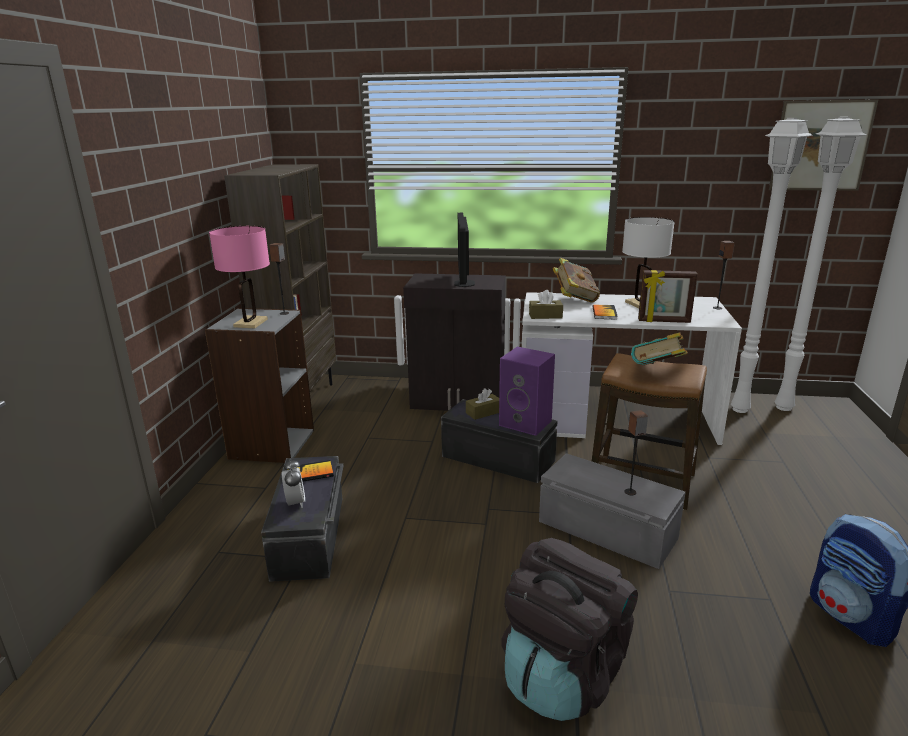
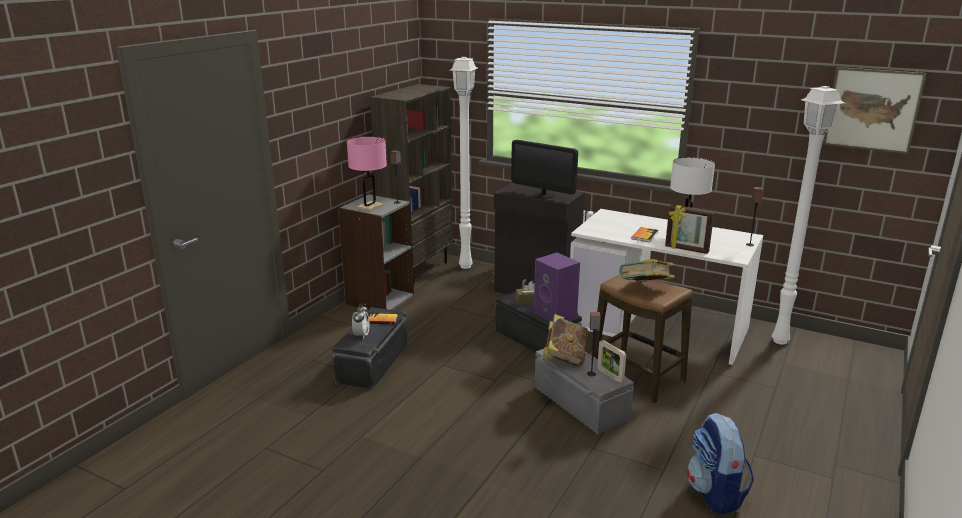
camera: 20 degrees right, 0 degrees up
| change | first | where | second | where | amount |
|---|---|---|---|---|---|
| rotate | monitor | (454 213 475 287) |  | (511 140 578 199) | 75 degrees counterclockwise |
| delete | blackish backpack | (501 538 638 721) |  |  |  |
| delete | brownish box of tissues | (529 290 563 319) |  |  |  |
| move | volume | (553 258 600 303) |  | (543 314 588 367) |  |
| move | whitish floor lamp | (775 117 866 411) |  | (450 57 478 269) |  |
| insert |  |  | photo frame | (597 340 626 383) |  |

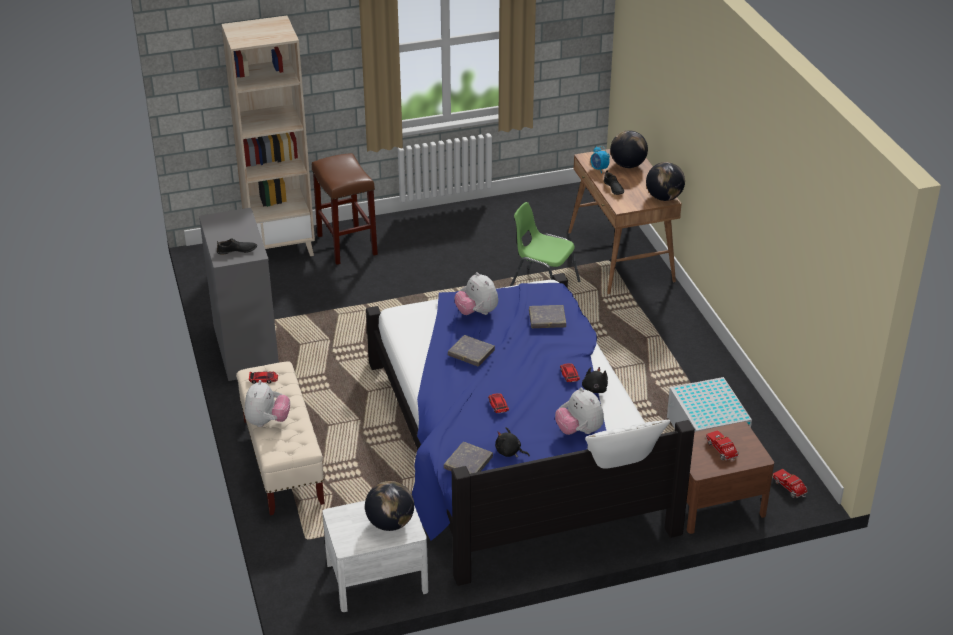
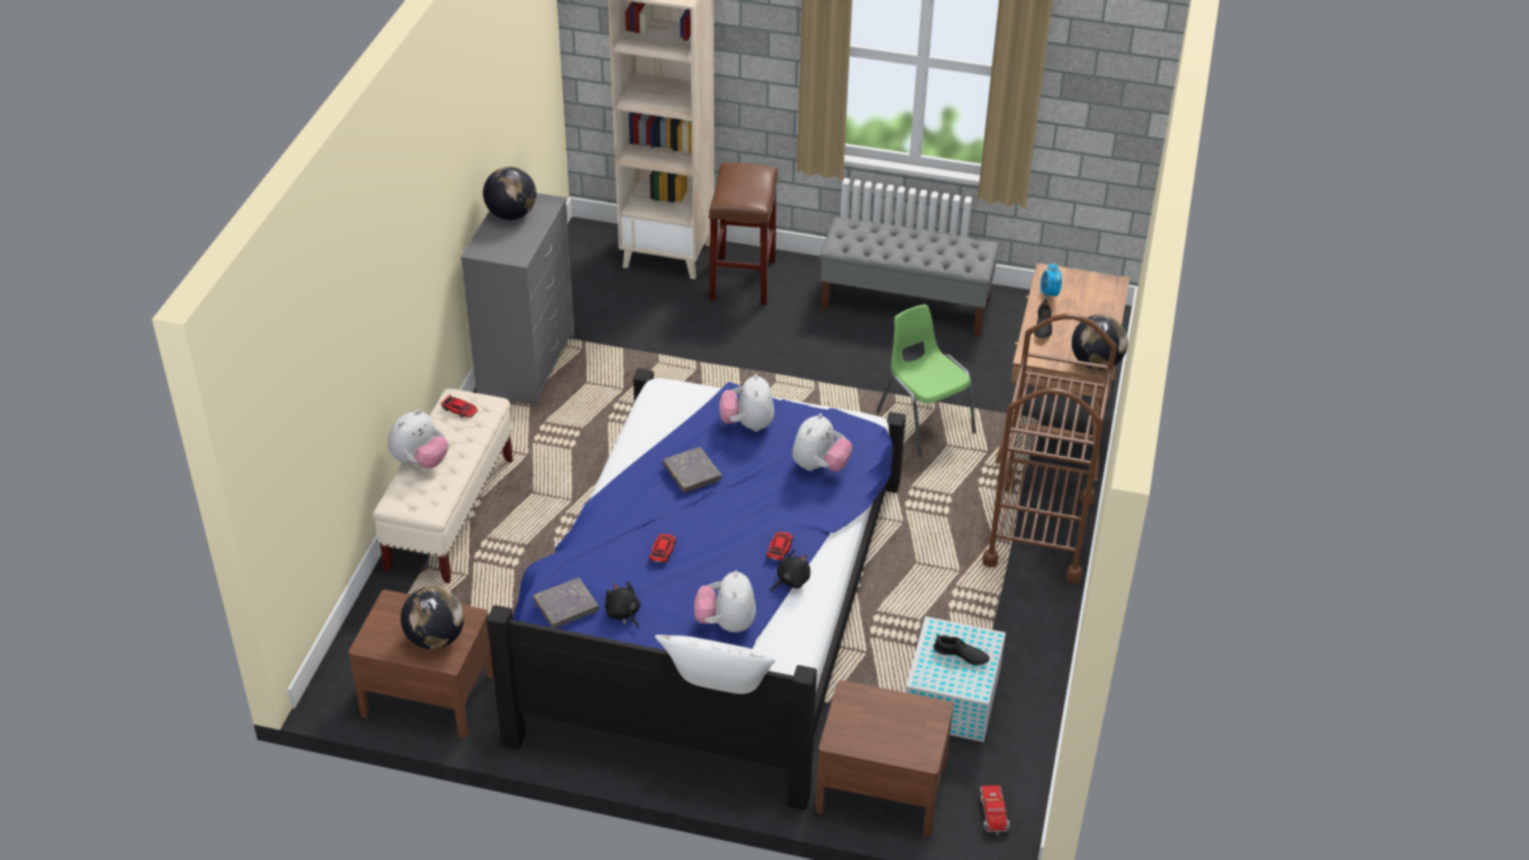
camera: 30 degrees right, 5 degrees up
| change | first | where | second | where | amount |
|---|---|---|---|---|---|
| move | blackish low shoe | (217 238 257 254) |  | (934 634 990 665) |  |
| recolor | whitish bedside table | (322 501 428 612) | brownish bedside table | (349 590 494 739) |  |
| replace | greyish volume | (529 305 566 328) | soft toy | (792 413 852 472) |  |
| move | world globe | (610 130 648 168) |  | (483 167 536 220) |  |
| delete | toy lorry | (706 430 739 461) |  |  |  |
| insert |  |  | greyish long seat | (820 218 999 336) |  |
| insert |  |  | brownish cart | (982 313 1117 583) |  |

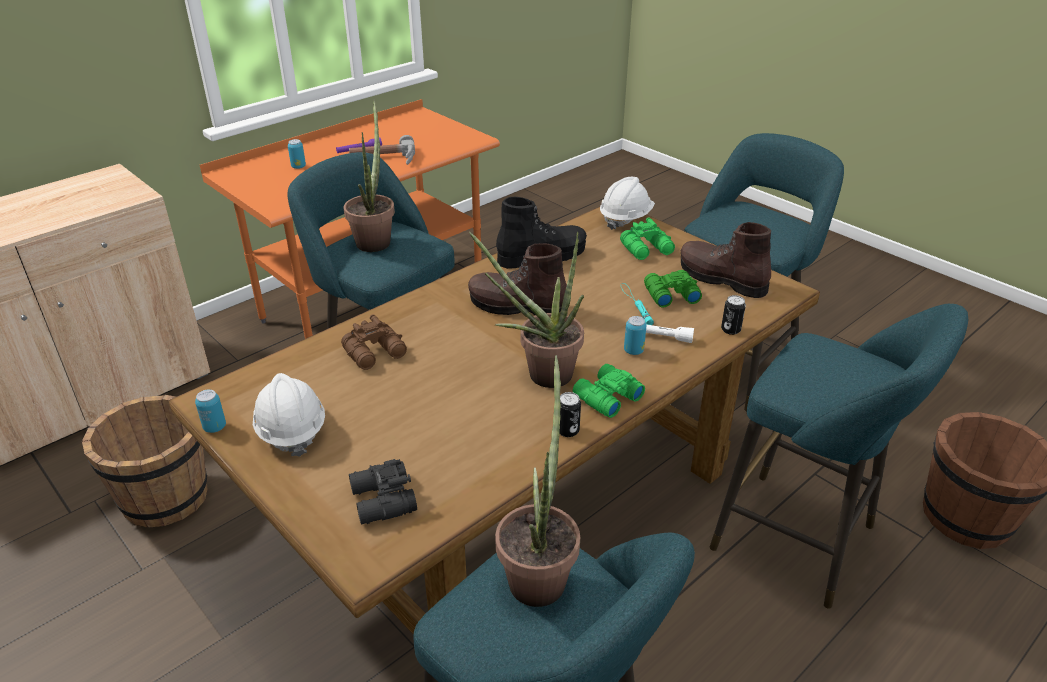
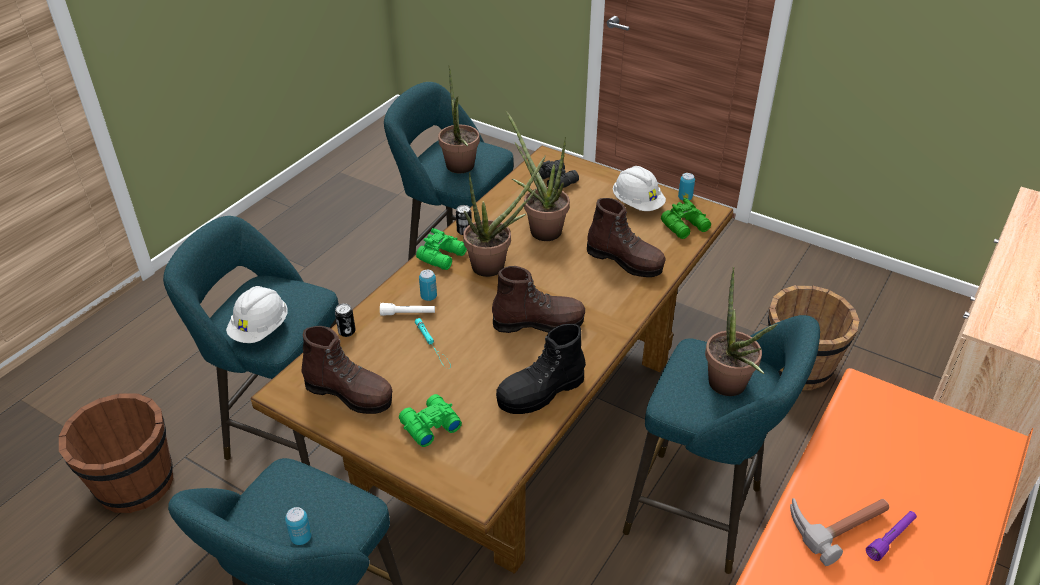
camera: 165 degrees right, 5 degrees up
| change | first | where | second | where | amount |
|---|---|---|---|---|---|
| move | metal can | (288 139 306 169) |  | (285 507 312 545) |  |
| replace | brownish binoculars | (341 314 407 370) | brownish boot | (587 198 666 277) |  |
| move | whitish safety helmet | (600 177 655 230) |  | (226 286 288 343) |  |
| move | greenish binoculars | (644 270 702 308) |  | (661 198 711 239) |  |
| insert |  |  | potted plant | (506 110 570 241) |  |

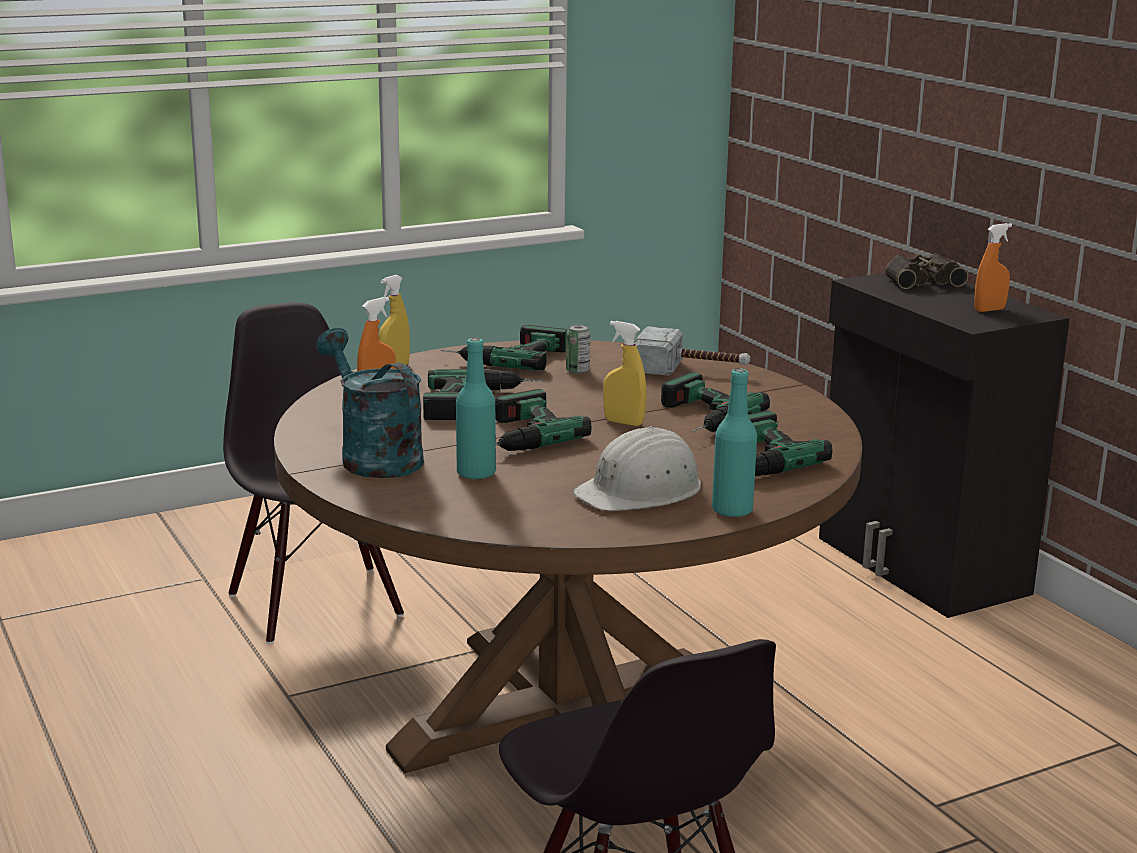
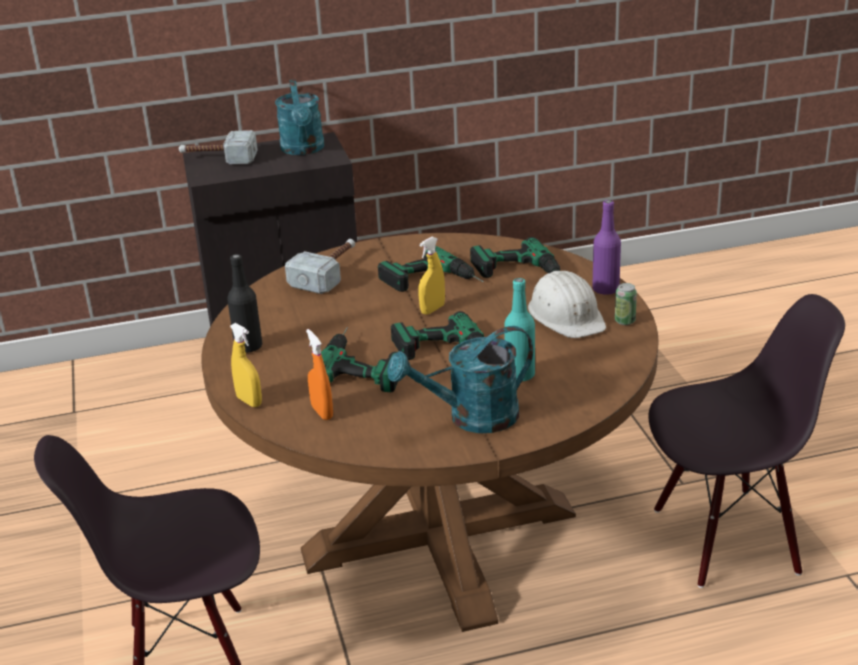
camera: 75 degrees left, 10 degrees up
| change | first | where | second | where | amount |
|---|---|---|---|---|---|
| replace | drill | (441 325 567 370) | blackish beverage bottle | (227 254 262 353) |  |
| move | metal can | (566 325 591 374) |  | (615 283 637 325) |  |
| recolor | turquoise beverage bottle | (712 368 757 517) | purple-coloured beverage bottle | (592 200 621 295) |  |
| replace | binoculars | (885 254 968 289) | tool hammer | (179 130 258 164) |  |
| replace | orangey spray bottle | (974 223 1012 312) | turquoise watering can | (275 79 325 155) |  |

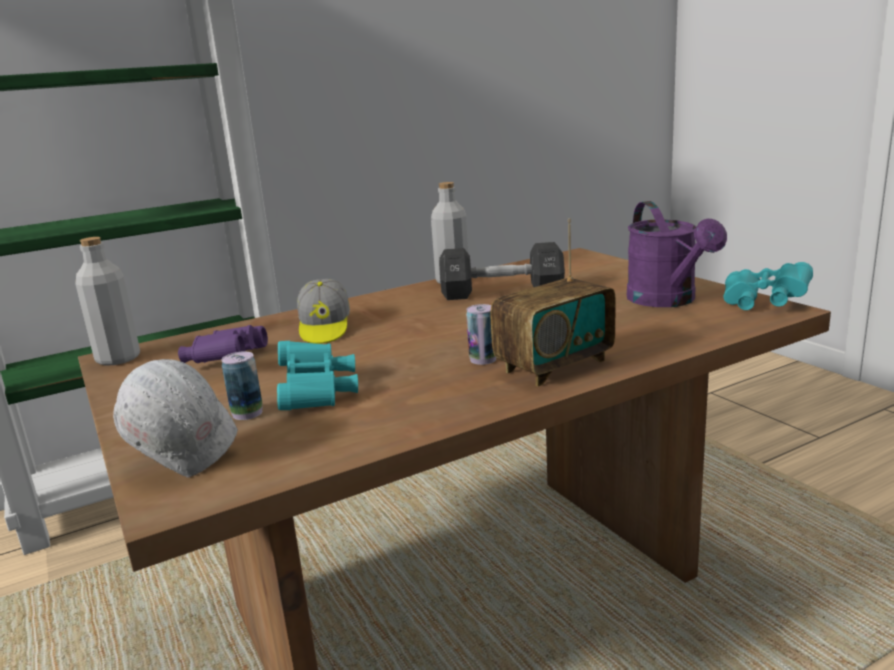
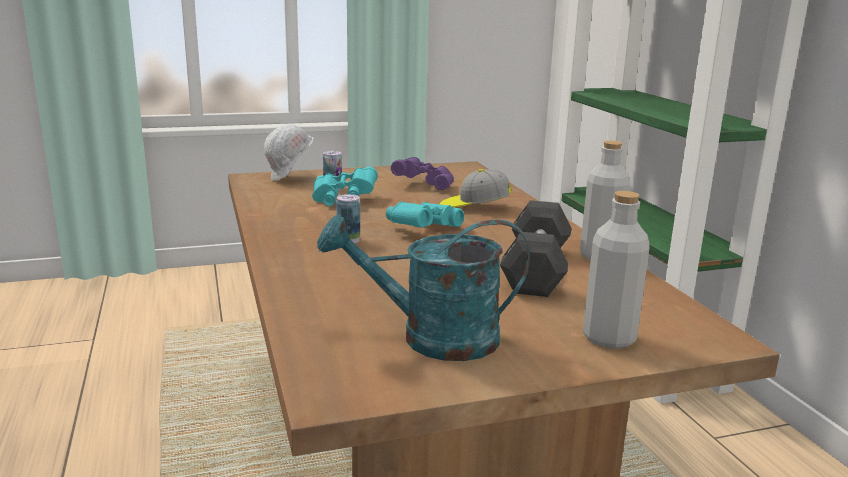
camera: 100 degrees right, 0 degrees up
| change | first | where | second | where | amount |
|---|---|---|---|---|---|
| move | greyish beverage bottle | (75 237 140 366) |  | (583 191 649 349) |  |
| delete | radio set | (490 218 616 386) |  |  |  |
| recolor | purple-coloured watering can | (627 201 727 307) | turquoise watering can | (317 215 530 361) |  |
| move | turquoise binoculars | (723 262 813 310) |  | (386 201 464 228) |  |

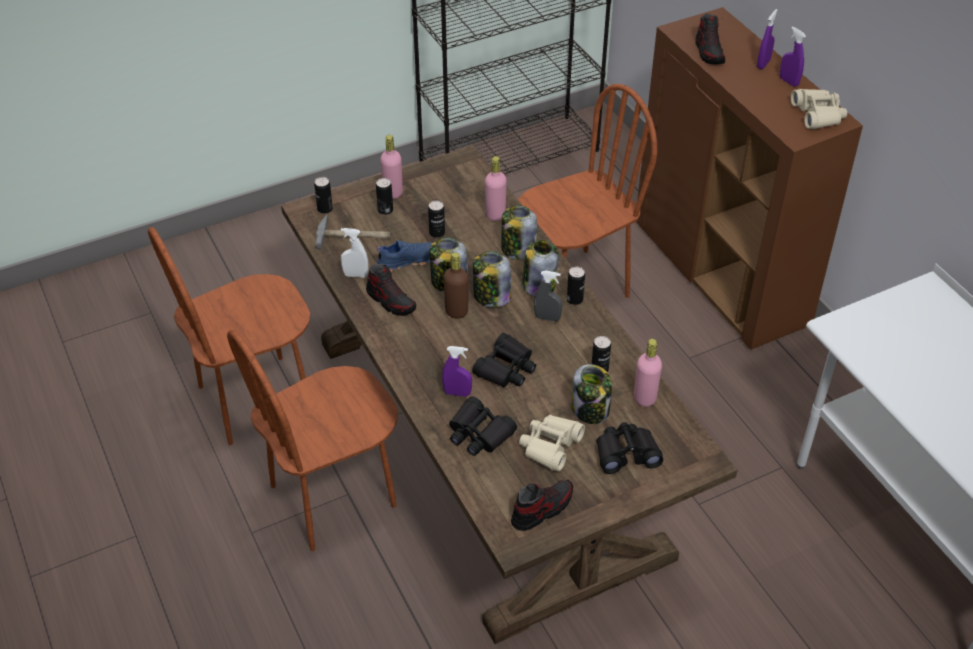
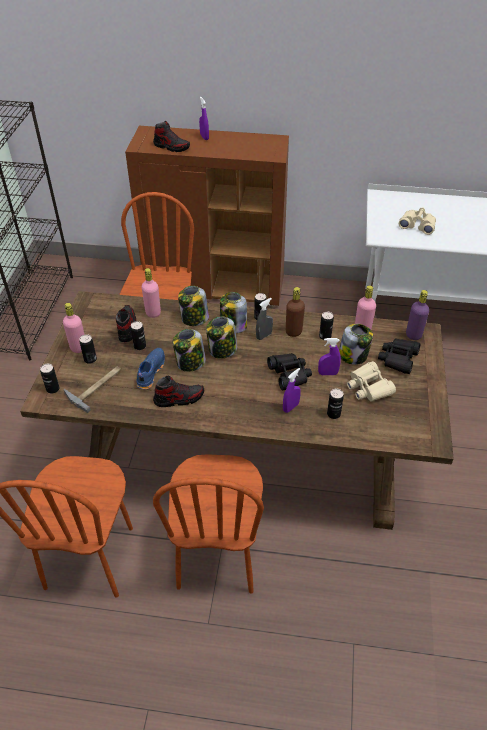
camera: 55 degrees left, 0 degrees up
| change | first | where | second | where | amount |
|---|---|---|---|---|---|
| delete | whitish spray bottle | (341 228 369 278) |  |  |  |
| move | brownish beverage bottle | (443 252 469 319) |  | (286 287 305 337) |  |
| replace | blackish binoculars | (449 396 517 456) | metal can | (327 389 344 419) |  |
| move | low shoe | (511 480 573 531) |  | (116 305 136 342) |  |
| move | purple-coloured spray bottle | (780 26 806 87) |  | (318 338 341 375) |  |
| move | sand-coloured binoculars | (791 89 847 129) |  | (399 207 436 235) |  |
| insert |  |  | purple-coloured beverage bottle | (406 290 429 340) |  |

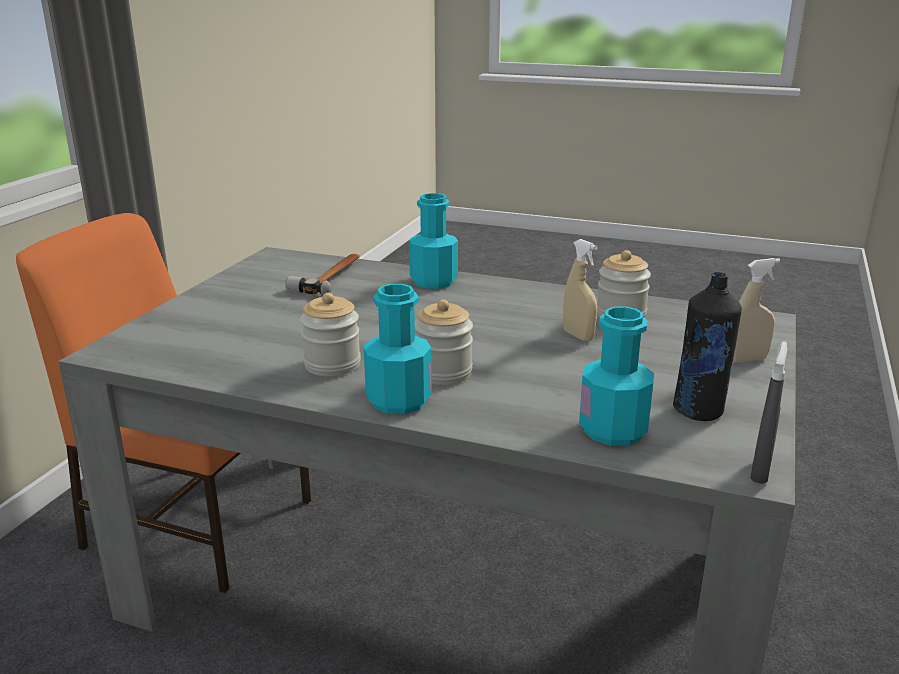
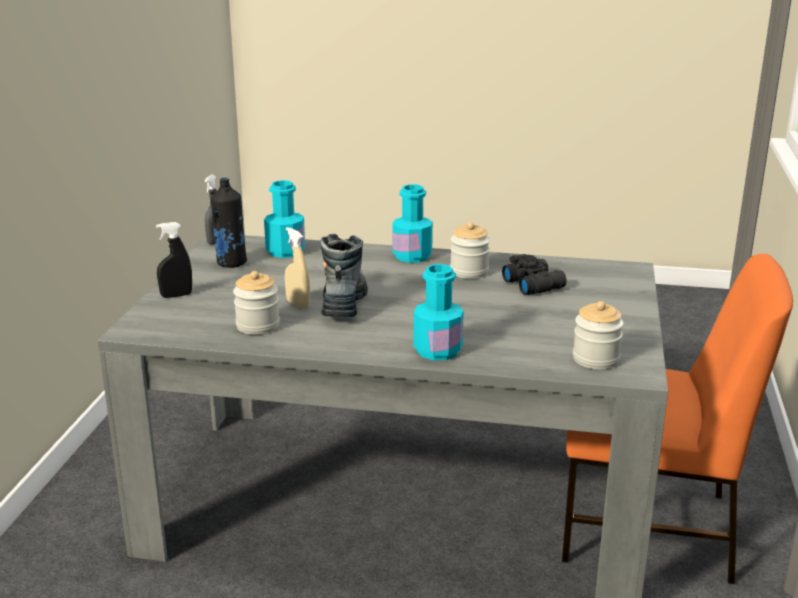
camera: 170 degrees right, 0 degrees up
| change | first | where | second | where | amount |
|---|---|---|---|---|---|
| delete | tool hammer | (285 254 360 295) |  |  |  |
| move | jar | (415 299 473 385) |  | (573 301 624 370) |  |
| recolor | sand-coloured spray bottle | (733 258 780 363) | blackish spray bottle | (156 222 192 298) |  |
| insert |  |  | boot | (321 233 368 317) |  |
| insert |  |  | blackish binoculars | (502 254 567 295) |  |

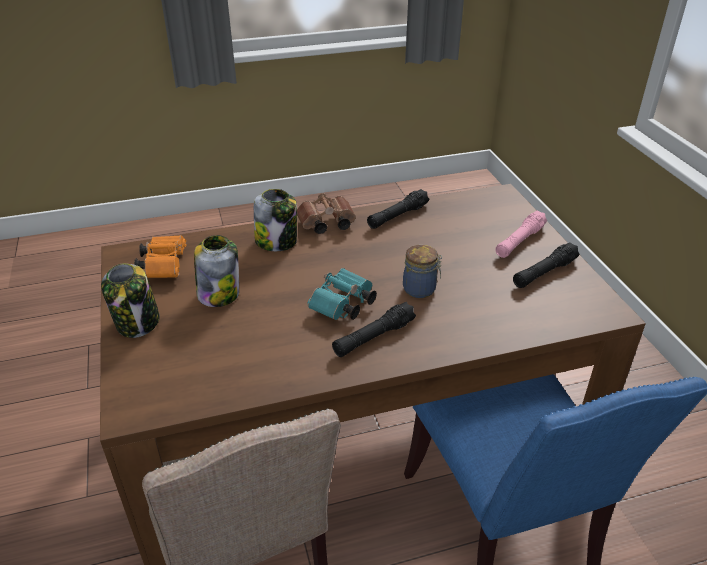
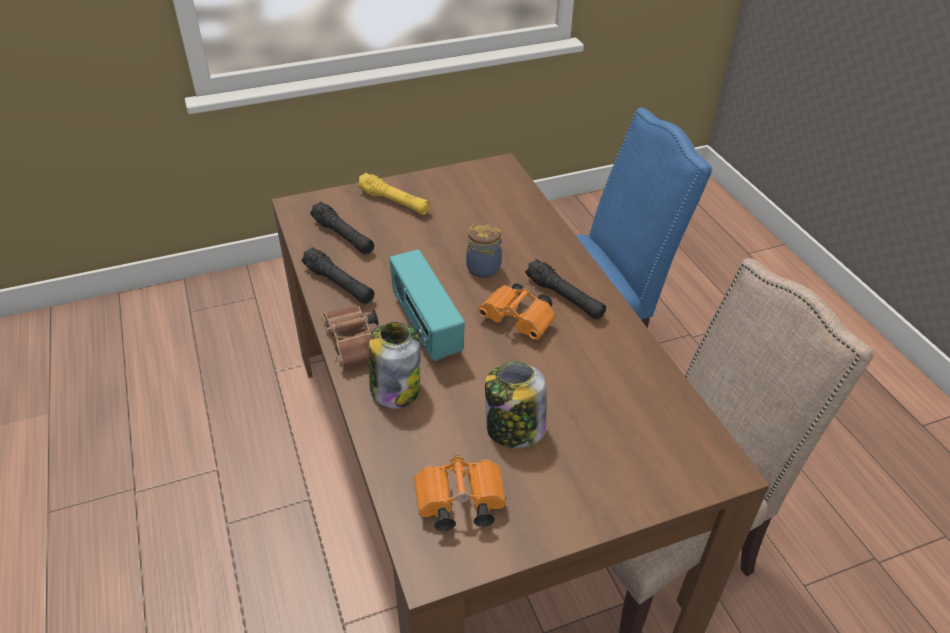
camera: 95 degrees left, 5 degrees up
| change | first | where | second | where | amount |
|---|---|---|---|---|---|
| delete | jar | (101 263 160 338) |  |  |  |
| recolor | turquoise binoculars | (308 268 377 320) | orangey binoculars | (478 283 556 340) |  |
| recolor | pink-coloured hand torch | (495 211 547 258) | yellow-coloured hand torch | (357 173 430 215) |  |
| move | blackish hand torch | (513 242 580 288) |  | (310 202 374 255) |  |
| insert |  |  | radio set | (389 250 465 361) |  |

